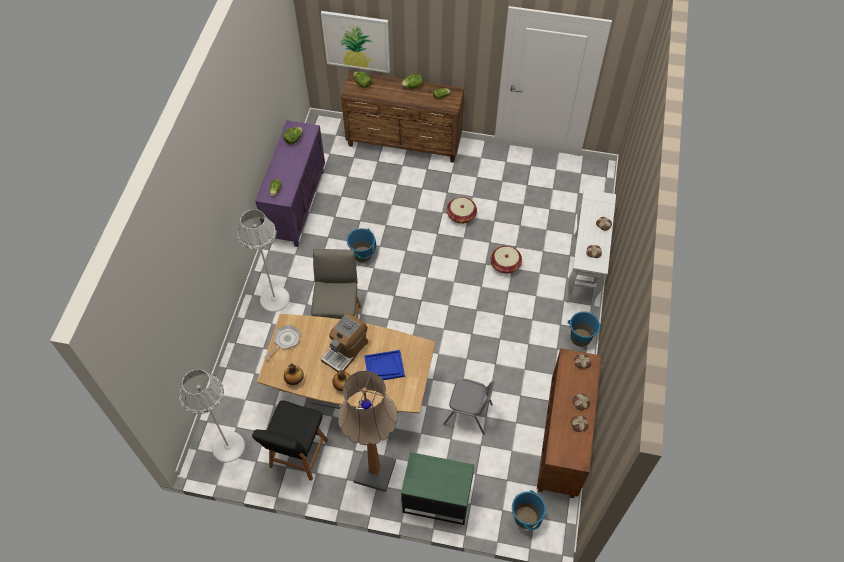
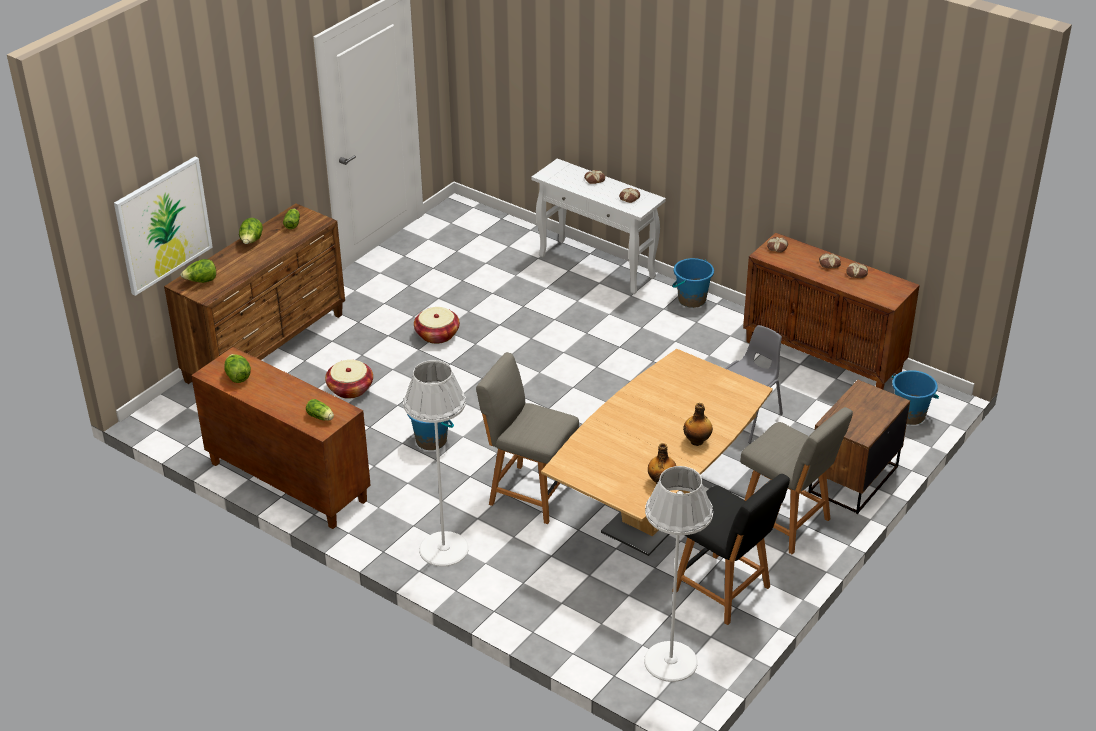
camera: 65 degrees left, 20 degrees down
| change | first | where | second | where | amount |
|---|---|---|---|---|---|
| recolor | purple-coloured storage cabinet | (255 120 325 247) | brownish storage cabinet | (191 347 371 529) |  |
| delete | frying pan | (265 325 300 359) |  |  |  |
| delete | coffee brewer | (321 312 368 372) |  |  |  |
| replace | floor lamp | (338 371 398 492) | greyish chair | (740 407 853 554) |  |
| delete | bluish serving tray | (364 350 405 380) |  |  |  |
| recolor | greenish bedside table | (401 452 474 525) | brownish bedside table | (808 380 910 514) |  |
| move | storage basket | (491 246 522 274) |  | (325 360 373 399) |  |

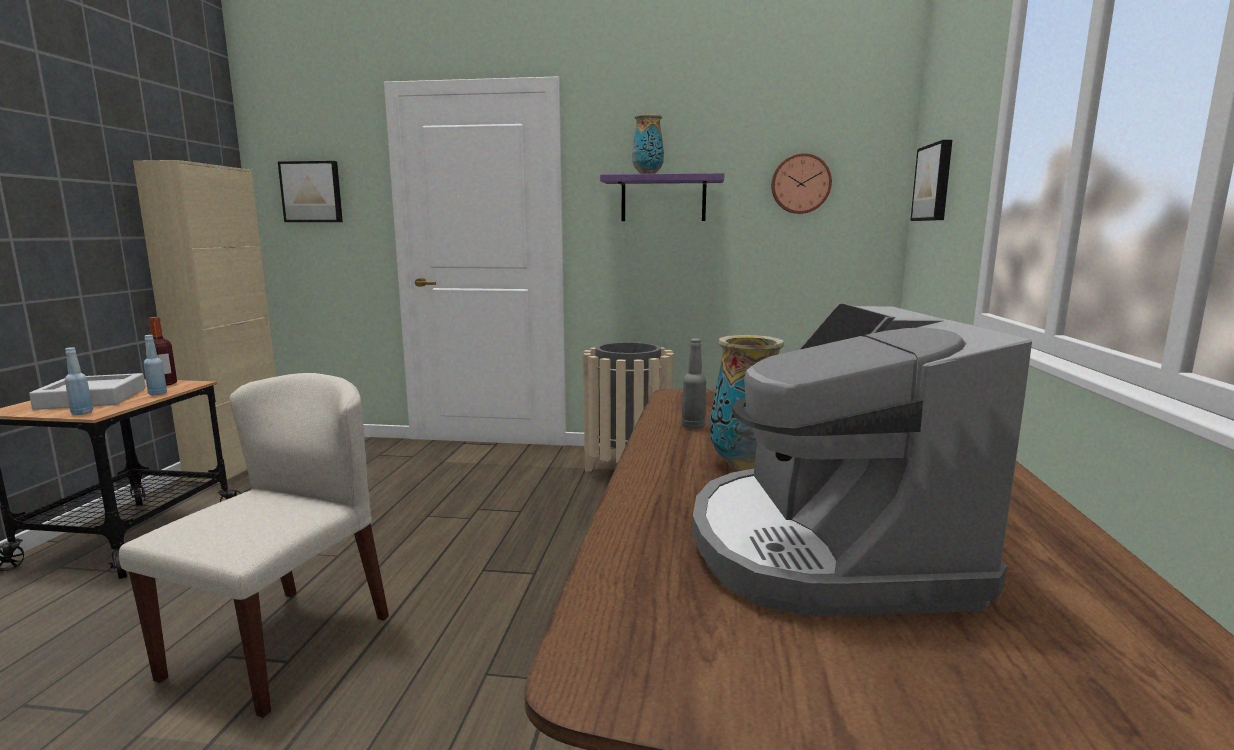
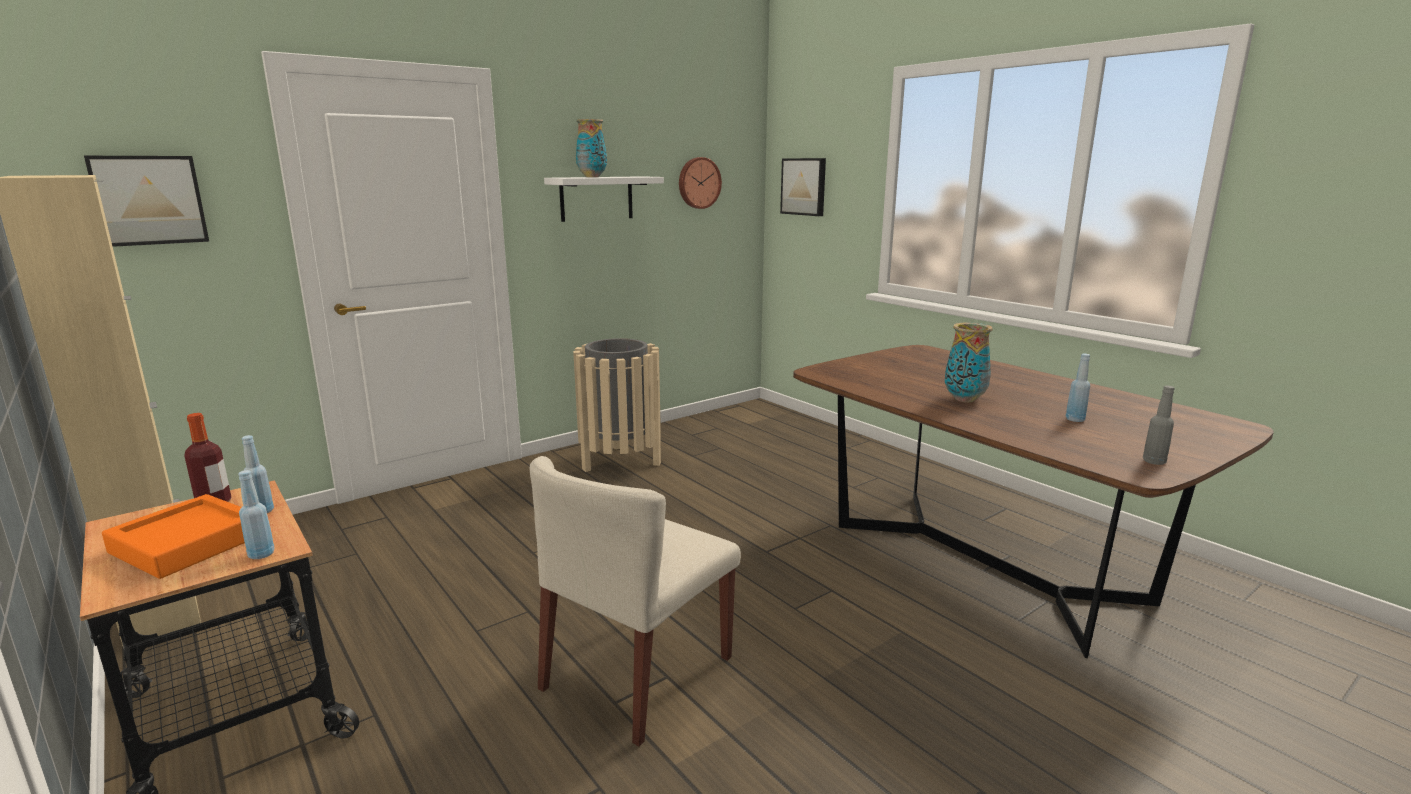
camera: 45 degrees left, 5 degrees up
| change | first | where | second | where | amount |
|---|---|---|---|---|---|
| recolor | greyish serving tray | (29 373 146 410) | orangey serving tray | (102 494 245 579) |  |
| rotate | sand-coloured chair | (119 373 389 718) |  | (530 456 741 746) | 120 degrees counterclockwise |
| recolor | purple-coloured wall shelf | (600 173 724 221) | whitish wall shelf | (544 176 664 222) |  |
| move | greyish beverage bottle | (682 339 706 429) |  | (1143 386 1175 465) |  |
| replace | coffee brewer | (692 303 1032 616) | bluish beverage bottle | (1066 354 1090 422) |  |

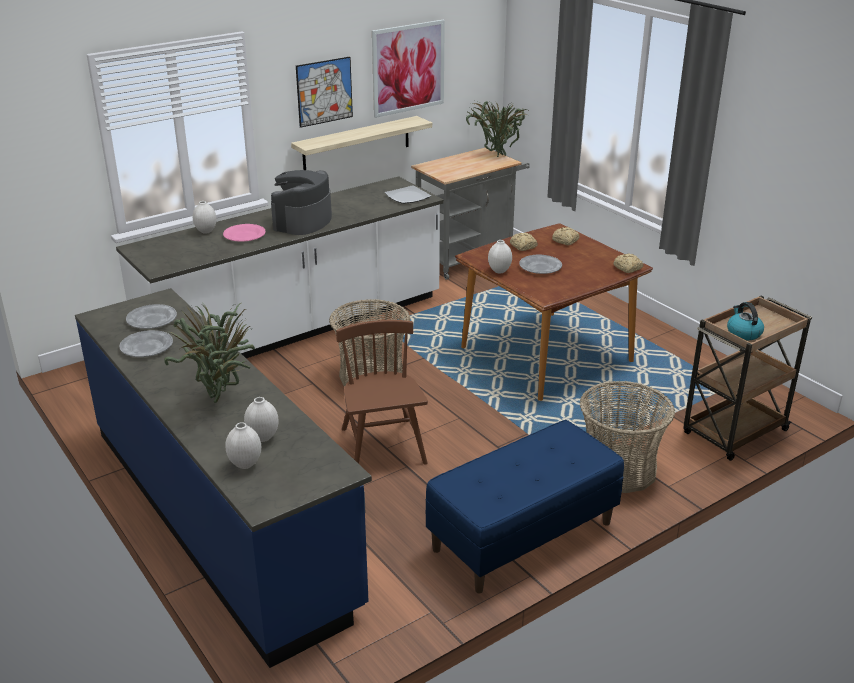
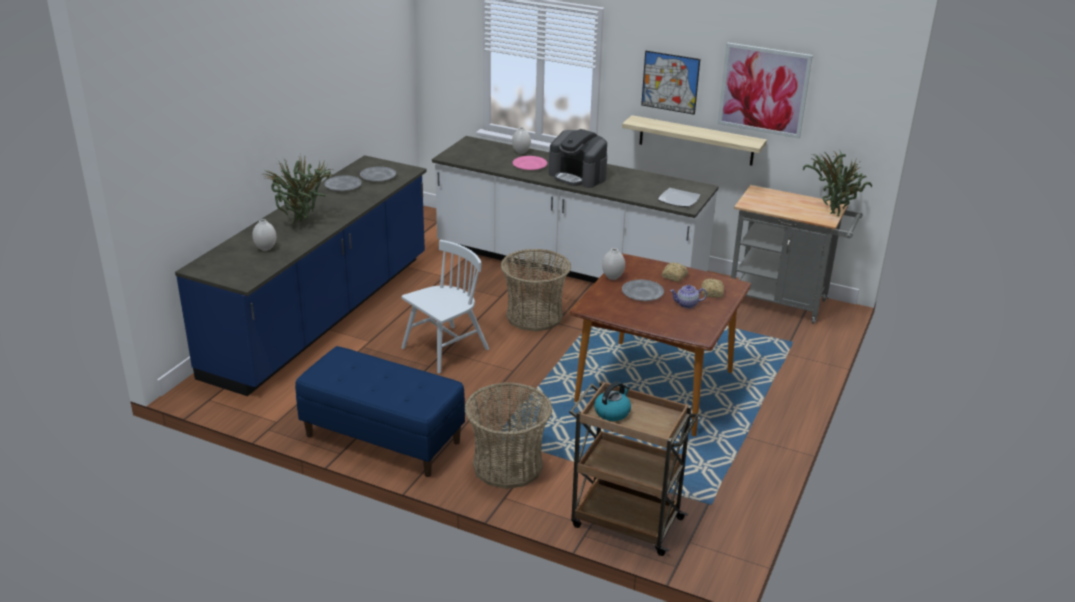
camera: 60 degrees right, 0 degrees up
| change | first | where | second | where | amount |
|---|---|---|---|---|---|
| delete | whitish decorative vase | (225 422 261 469) |  |  |  |
| rotate | coffee brewer | (271 170 332 235) |  | (549 129 607 188) | 135 degrees counterclockwise |
| recolor | brownish chair | (336 320 428 465) | whitish chair | (401 240 489 373) |  |
| delete | bakery bread | (613 253 644 273) |  |  |  |
| insert |  |  | teapot | (670 285 707 308) |  |

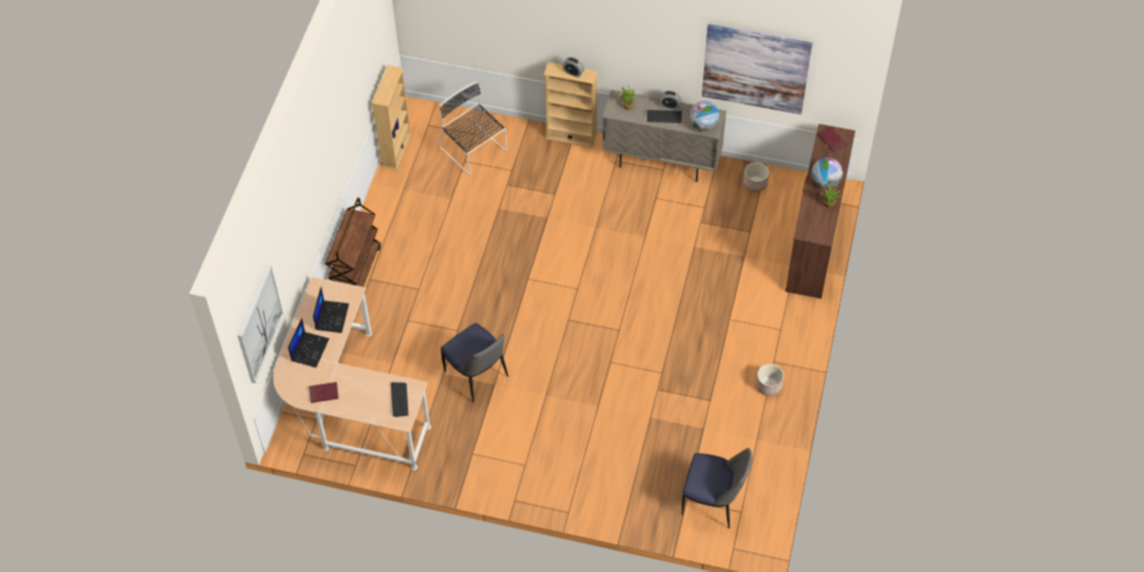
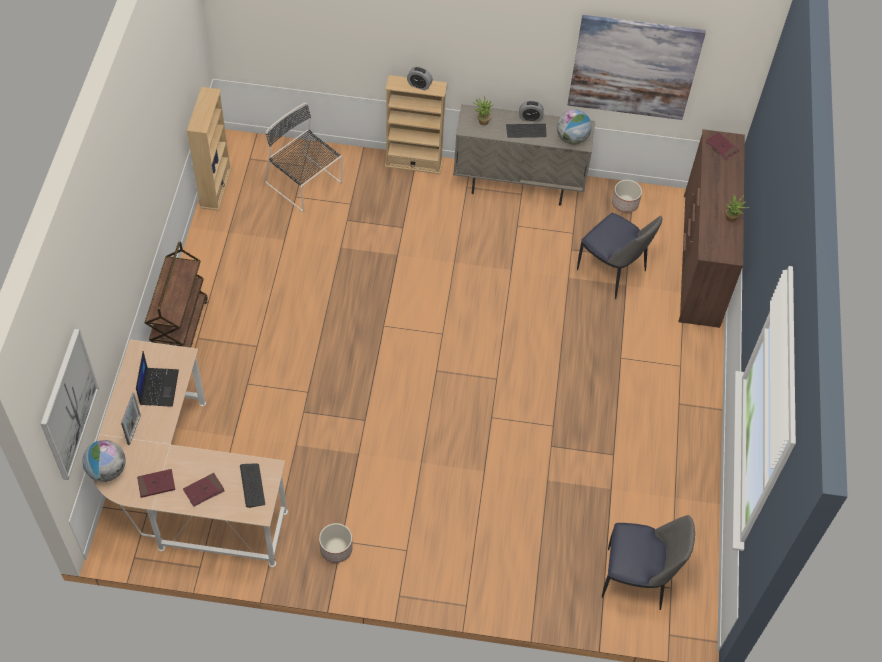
camera: 10 degrees left, 0 degrees up
| change | first | where | second | where | amount |
|---|---|---|---|---|---|
| replace | laptop | (288 318 329 368) | photo frame | (121 392 141 445) |  |
| move | chair | (441 323 508 403) |  | (577 213 662 299) |  |
| move | planter | (756 364 784 396) |  | (319 523 353 563) |  |
| move | world globe | (812 157 843 189) |  | (82 440 125 482) |  |
| insert |  |  | red volume | (183 473 225 507) |  |

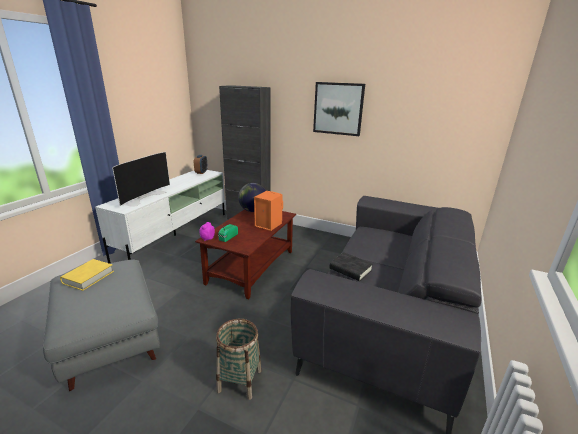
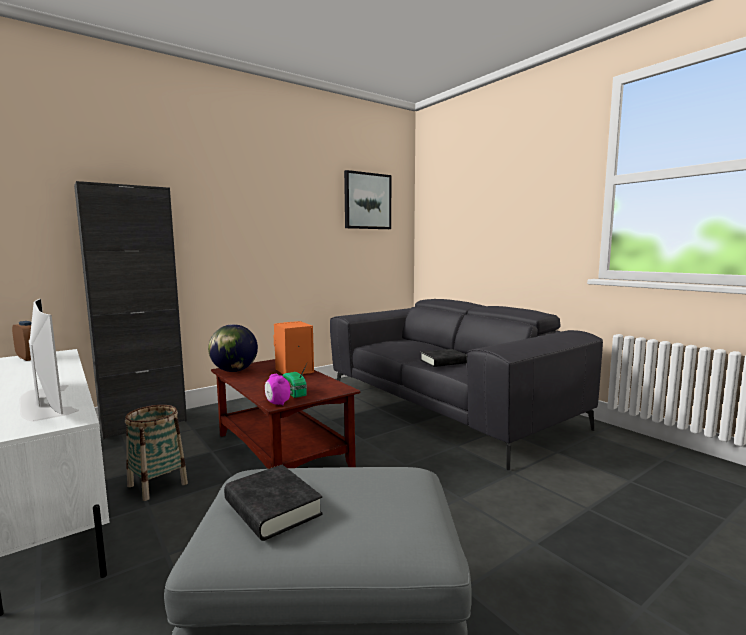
camera: 60 degrees left, 15 degrees down
| change | first | where | second | where | amount |
|---|---|---|---|---|---|
| recolor | yellow-coloured volume | (60 259 114 291) | blackish volume | (224 465 323 541) |  |
| move | storage basket | (216 319 262 400) |  | (125 405 188 501) |  |
| move | picture | (313 82 365 136) |  | (344 170 391 229) |  |

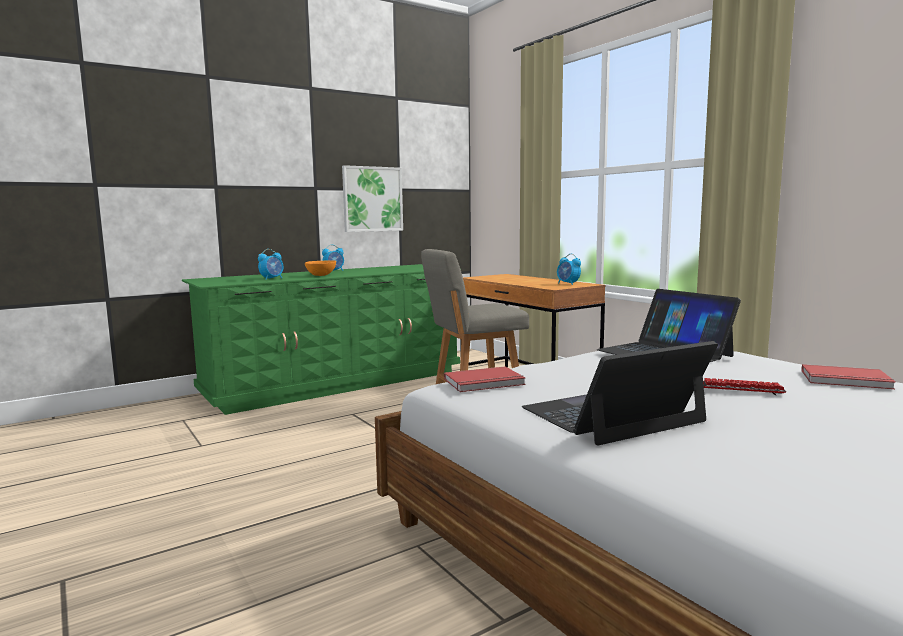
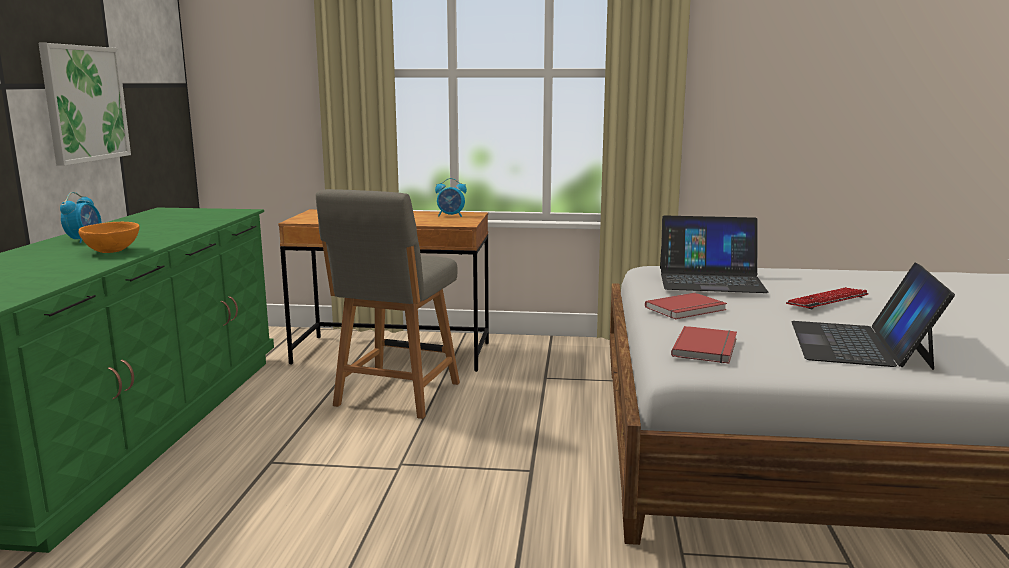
camera: 50 degrees left, 5 degrees up
| change | first | where | second | where | amount |
|---|---|---|---|---|---|
| delete | alarm clock | (258 249 284 280) |  |  |  |
| move | red volume | (802 364 896 389) |  | (645 293 727 319) |  |

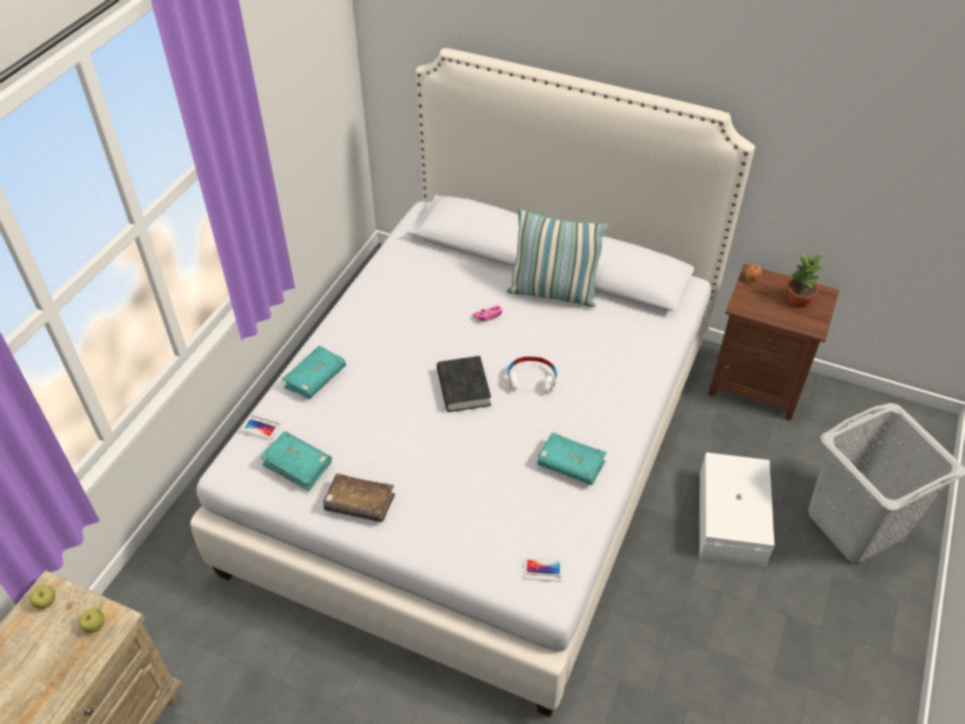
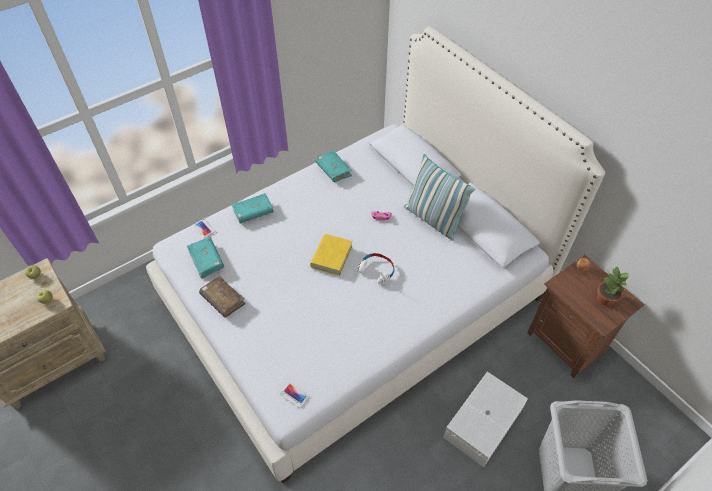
camera: 30 degrees right, 5 degrees up
| change | first | where | second | where | amount |
|---|---|---|---|---|---|
| recolor | blackish volume | (437 356 491 412) | yellow-coloured volume | (310 234 352 276) |  |
| move | turquoise volume | (537 432 607 485) |  | (315 150 352 182) |  |

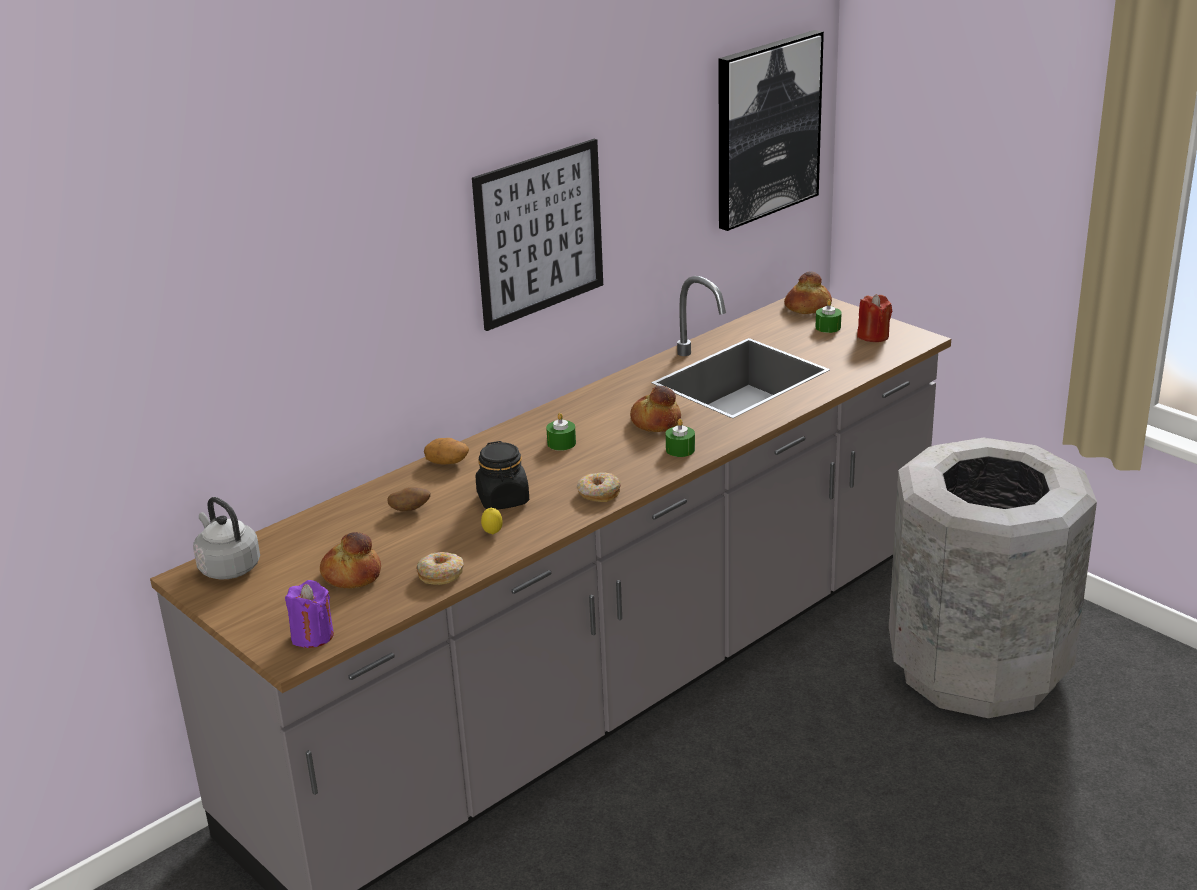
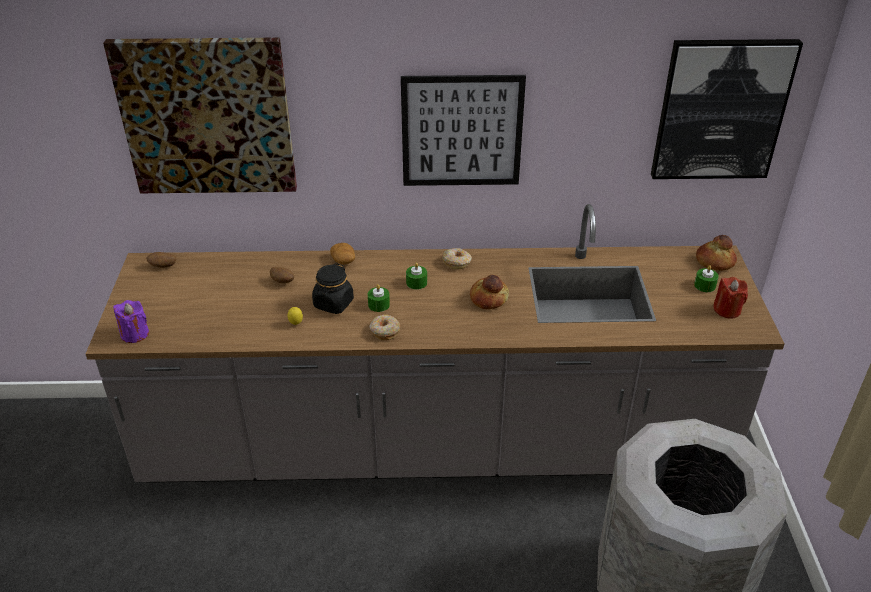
camera: 40 degrees right, 10 degrees up
| change | first | where | second | where | amount |
|---|---|---|---|---|---|
| replace | greyish water kettle | (193 497 260 579) | potato | (146 252 177 268) |  |
| delete | bakery bread | (320 532 381 588) |  |  |  |
| move | ring doughnut | (416 552 464 585) |  | (442 248 472 269) |  |
| move | greenish candle | (666 419 695 457) |  | (368 284 390 312) |  |
| insert |  |  | picture | (103 37 297 193) |  |

